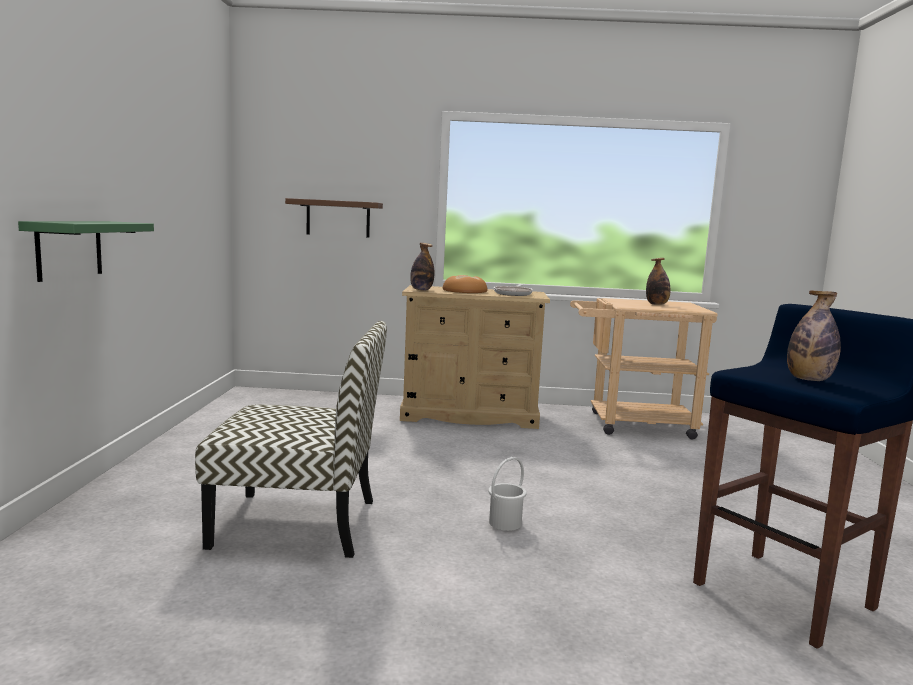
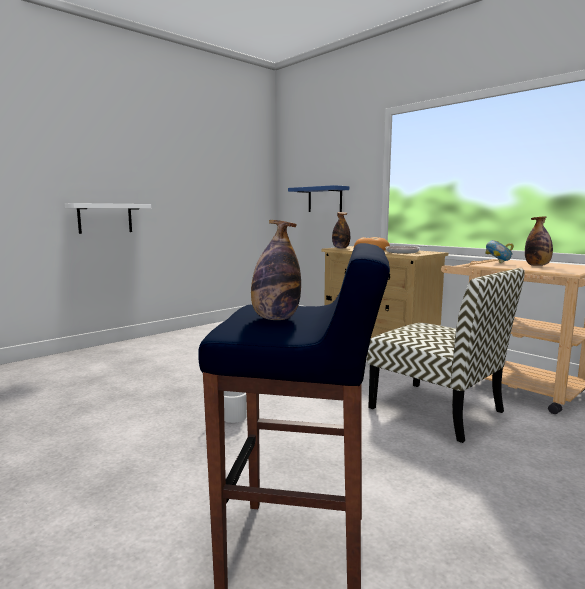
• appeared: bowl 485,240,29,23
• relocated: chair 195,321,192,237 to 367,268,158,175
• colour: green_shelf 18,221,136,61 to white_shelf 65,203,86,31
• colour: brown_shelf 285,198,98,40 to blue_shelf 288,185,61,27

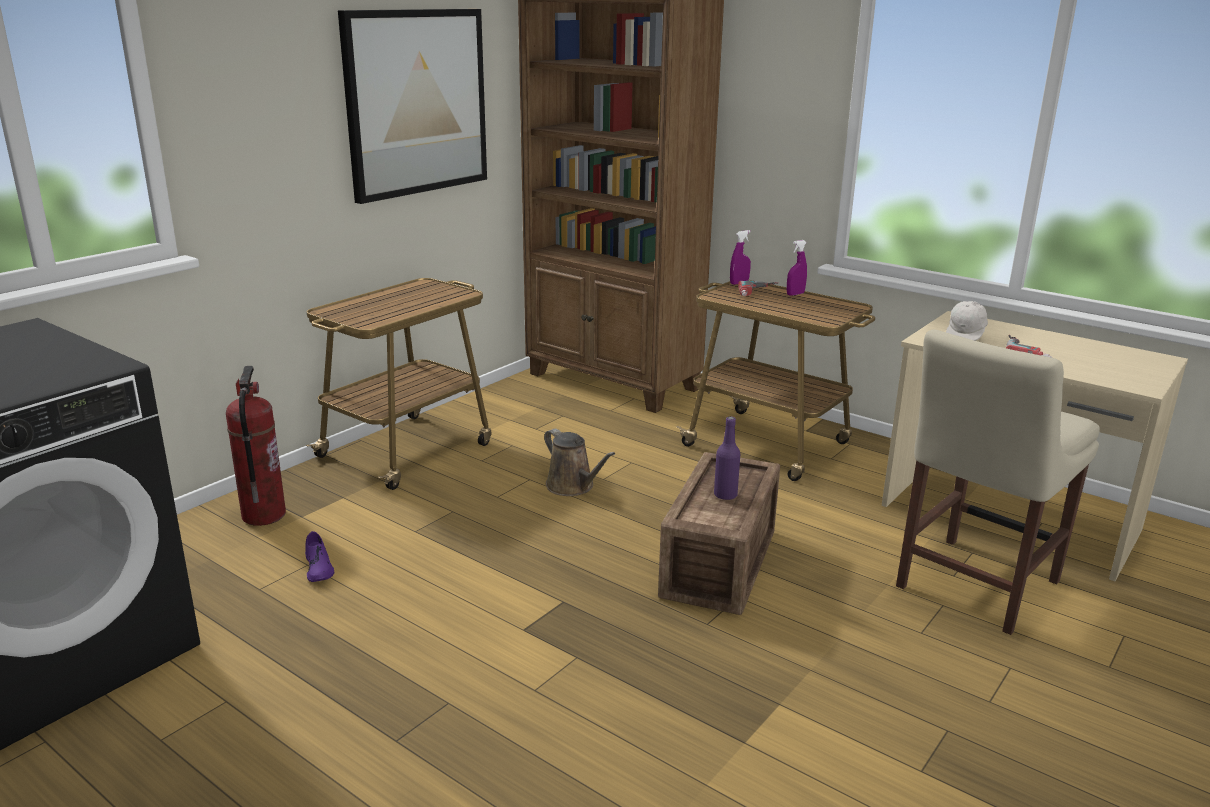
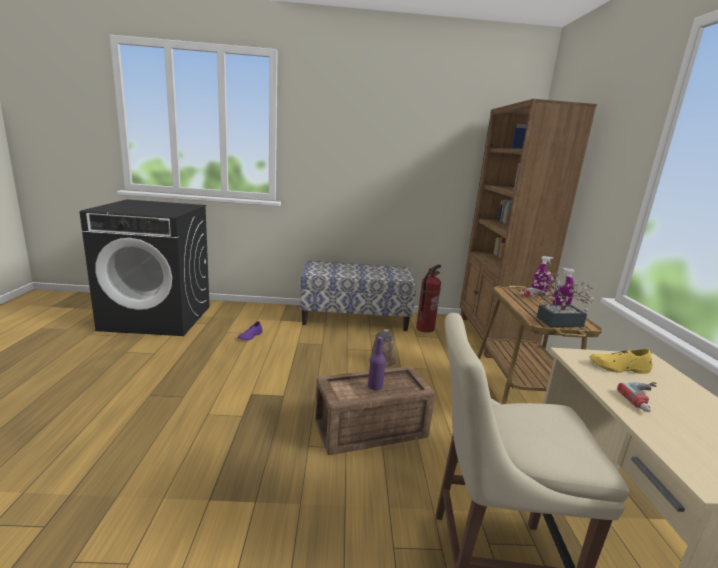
• missing: picture 338,9,149,195
• appeared: potted_plant 531,269,63,58
• relocated: fire_extinguisher 226,366,60,160 to 416,264,25,69
• exchanged: cart 306,278,185,212 to bench 300,261,116,70
• exchanged: white_cap 946,301,42,40 to yellow_shoe 589,349,64,25

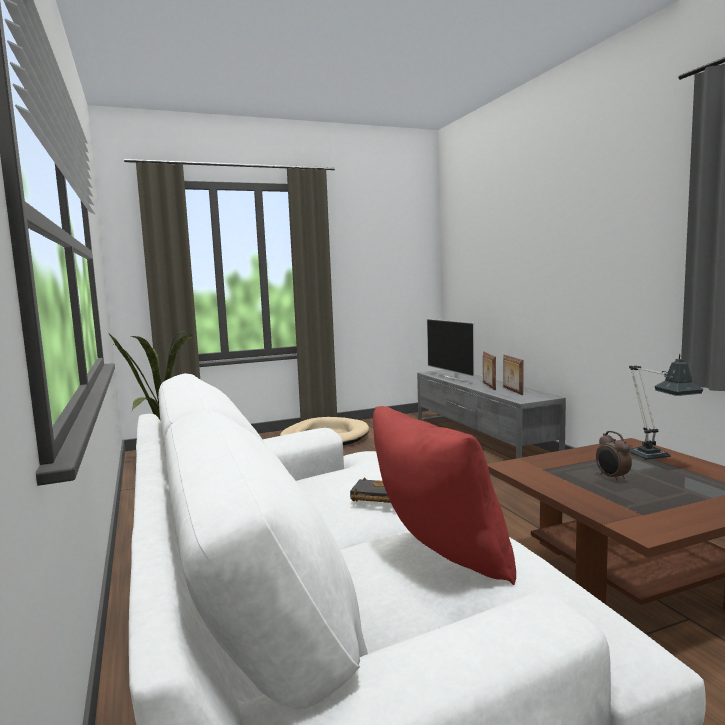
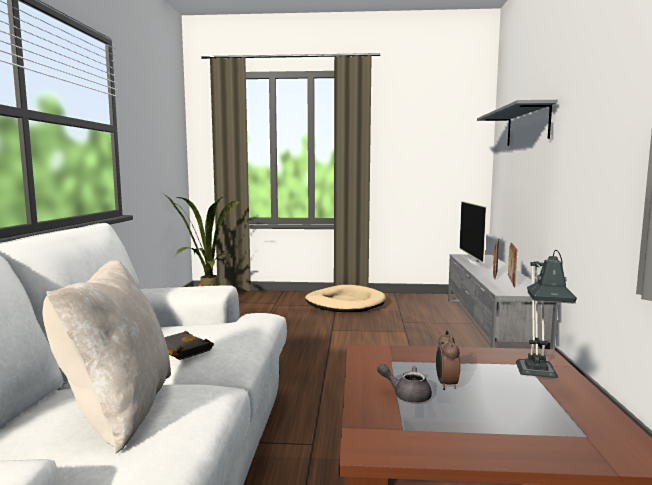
• appeared: grey_teapot 377,364,55,39
• appeared: grey_shelf 477,100,81,46
• colour: red_pillow 373,406,143,179 to beige_pillow 42,260,129,194

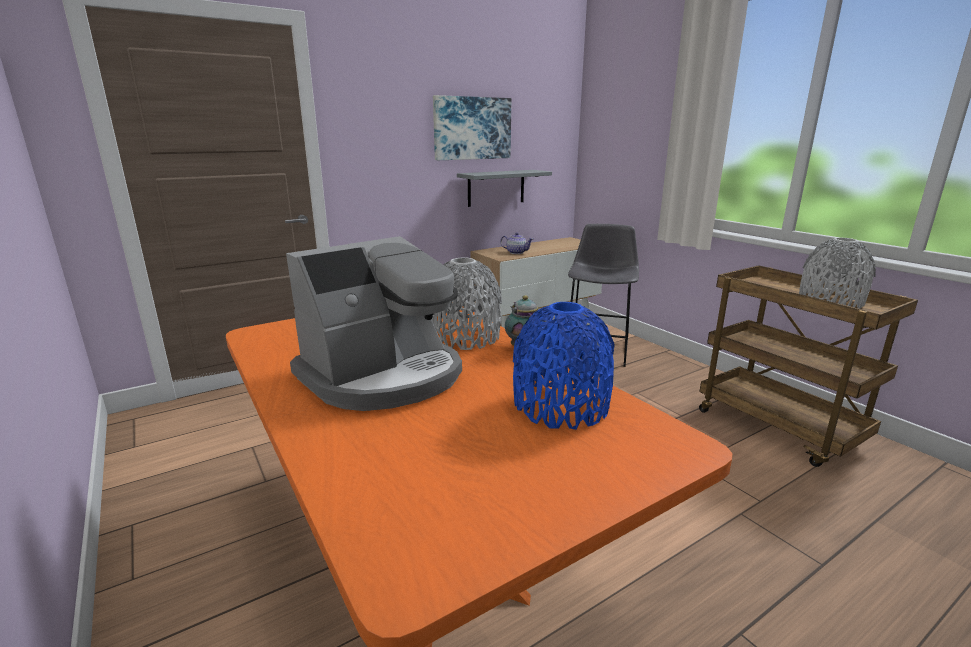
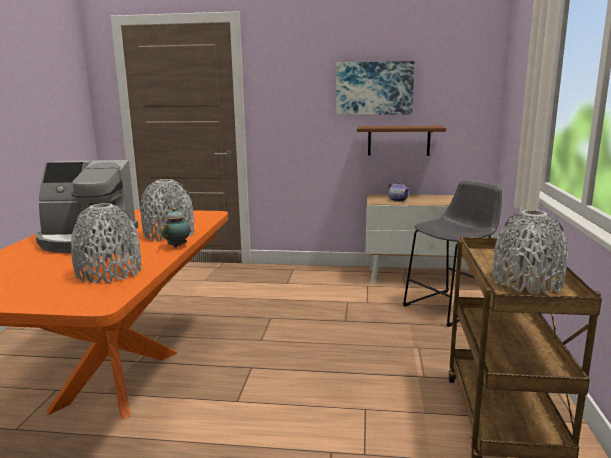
• colour: grey_shelf 457,170,95,37 to brown_shelf 357,126,89,30
• colour: blue_vase 513,302,102,128 to grey_vase 71,203,70,80

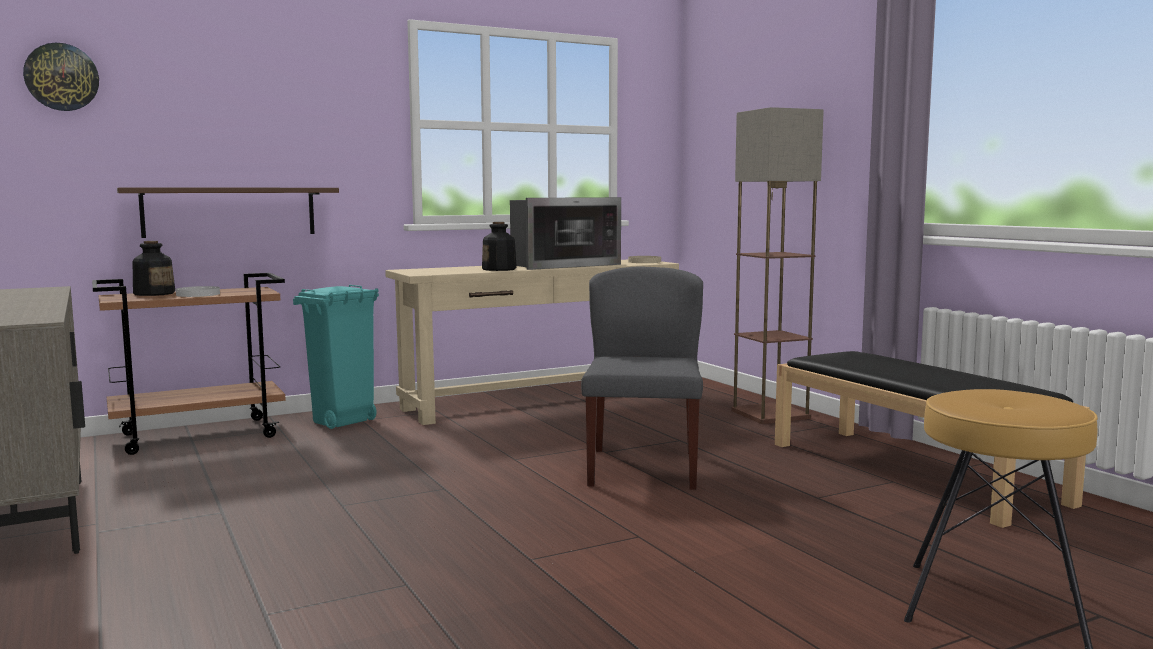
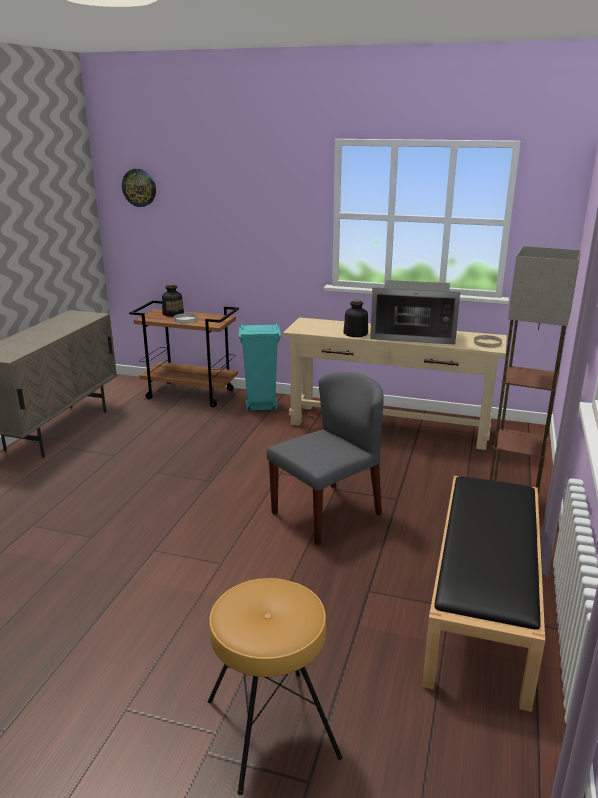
• missing: brown_shelf 117,188,222,50

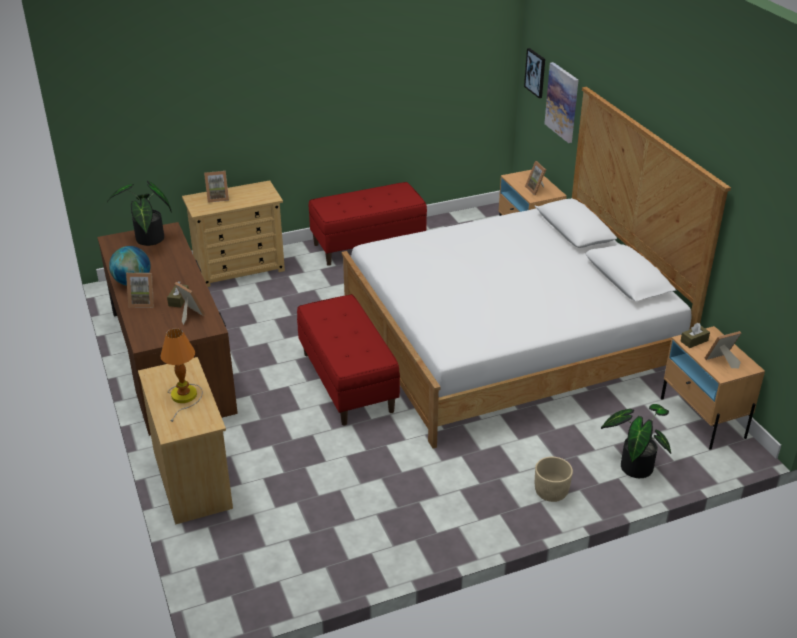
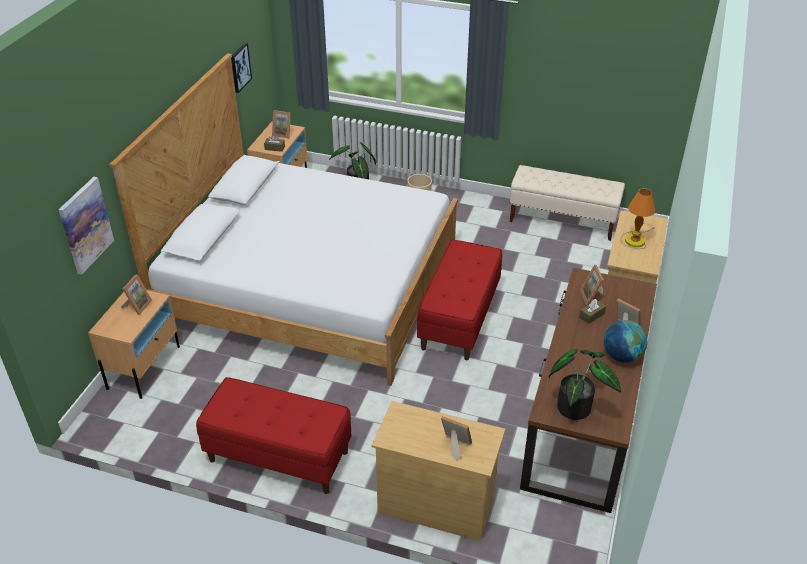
• appeared: beige_bench 509,165,116,76
• relocated: picture 524,48,21,50 to 231,43,21,50

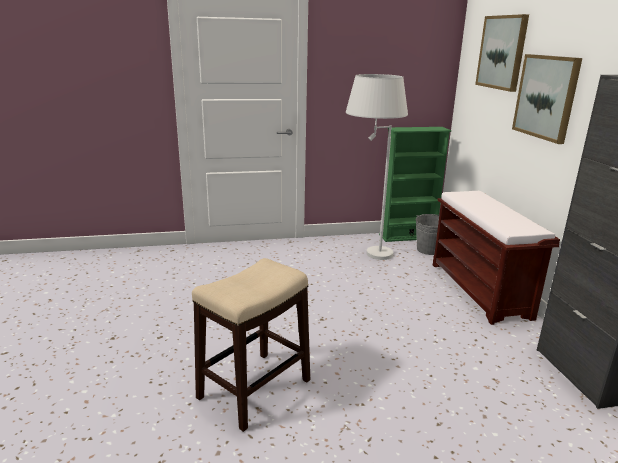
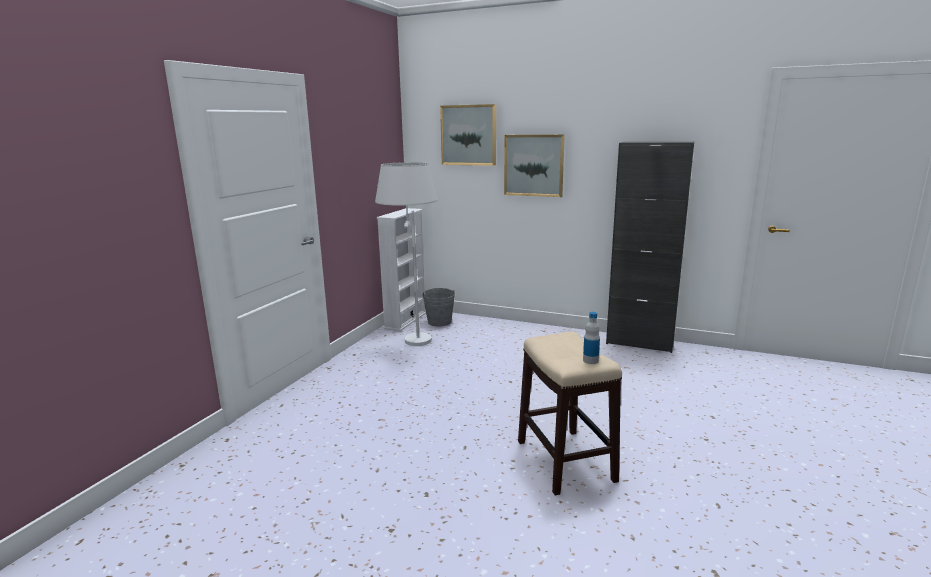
• missing: brown_bench 433,191,127,134
• appeared: bottle 583,312,17,52
• colour: green_bookcase 379,127,72,115 to white_bookcase 377,208,49,123

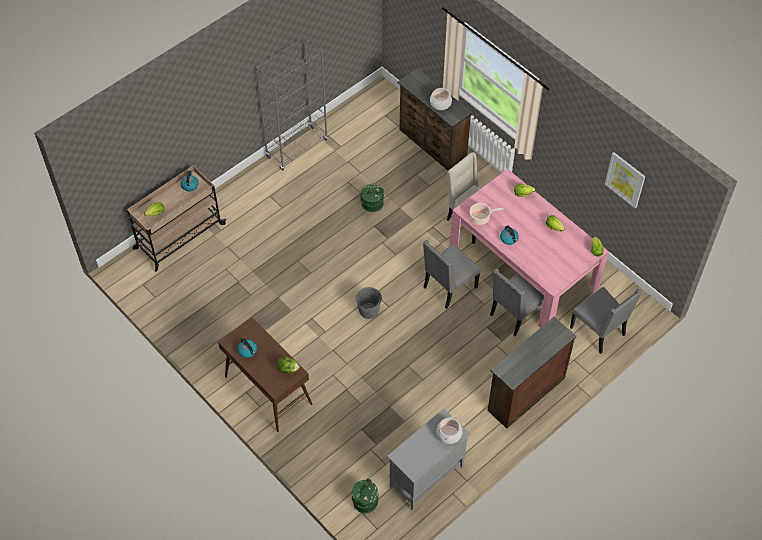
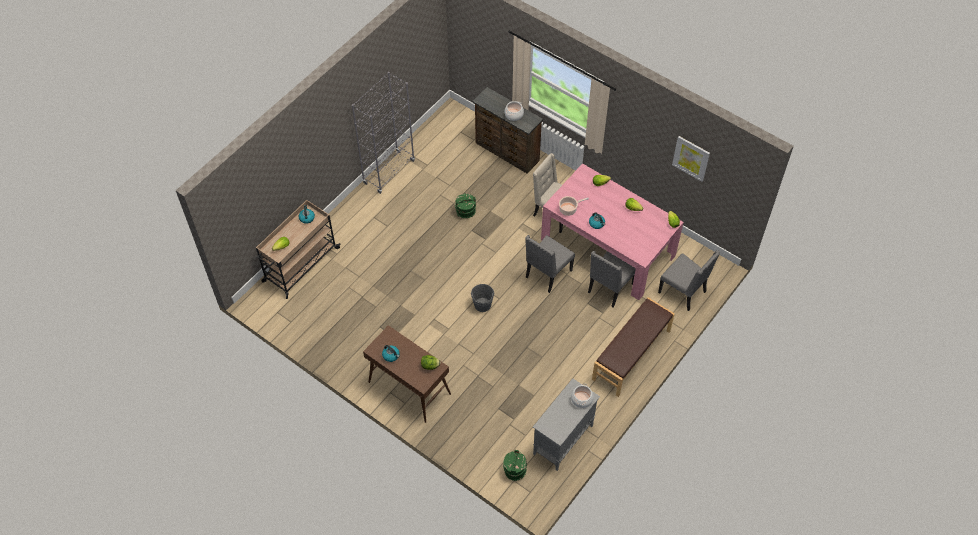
• exchanged: brown_dresser 488,317,89,112 to brown_bench 592,297,83,100

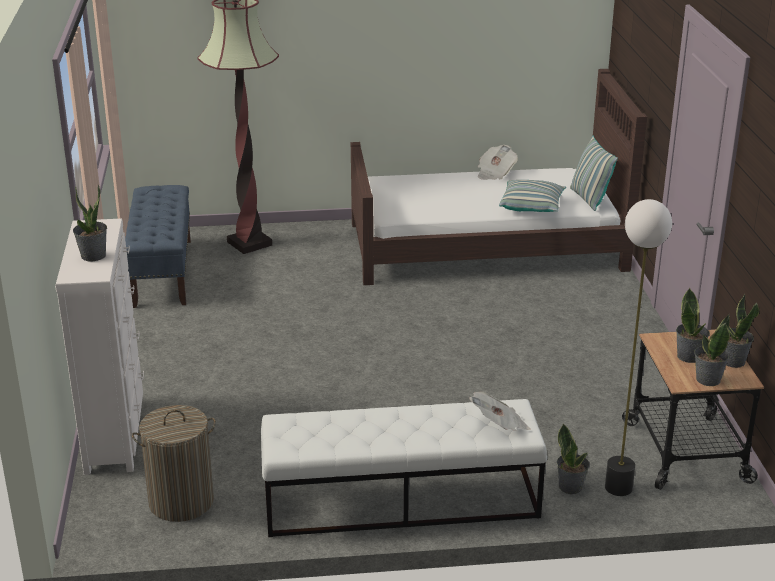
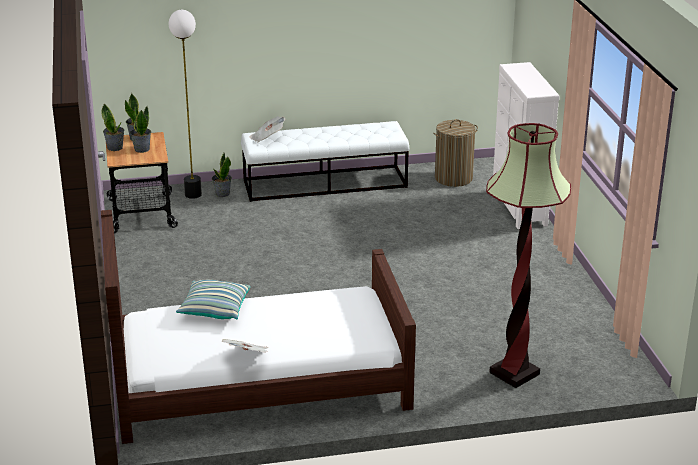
• missing: potted_plant 73,185,34,76
• missing: blue_bench 125,185,66,123
• missing: pillow 570,136,48,75

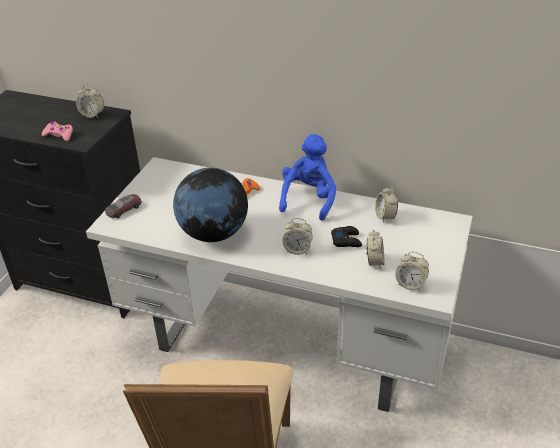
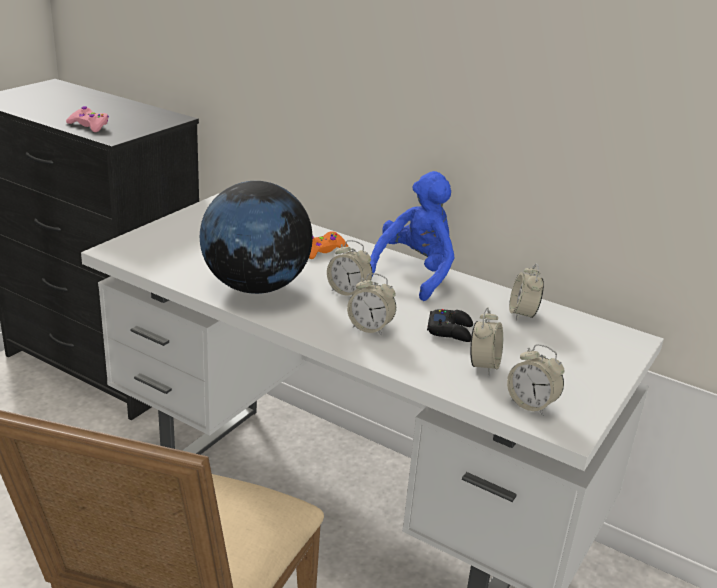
• missing: toy_car 105,194,37,24
• relocated: alarm_clock 76,84,28,34 to 327,240,45,55

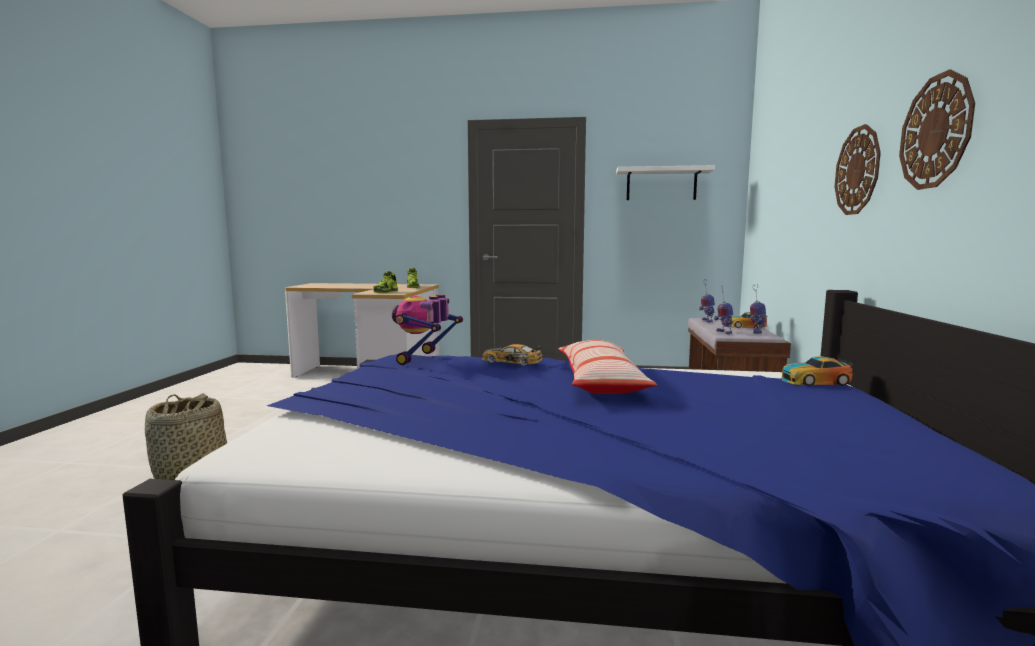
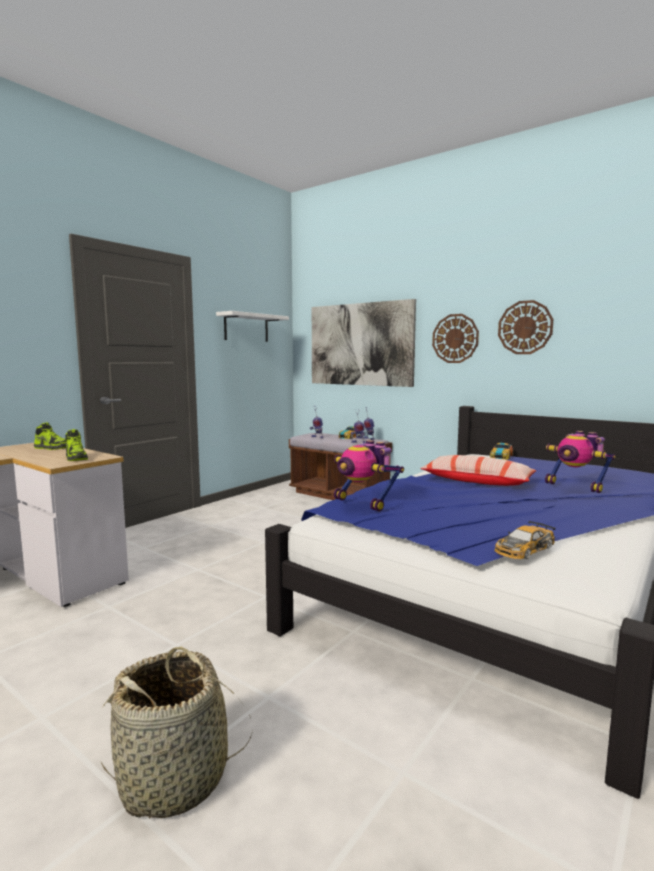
• appeared: picture 312,299,104,88
• appeared: toy_robot 545,431,71,62
• relocated: toy_car 482,344,61,22 to 494,521,62,38

